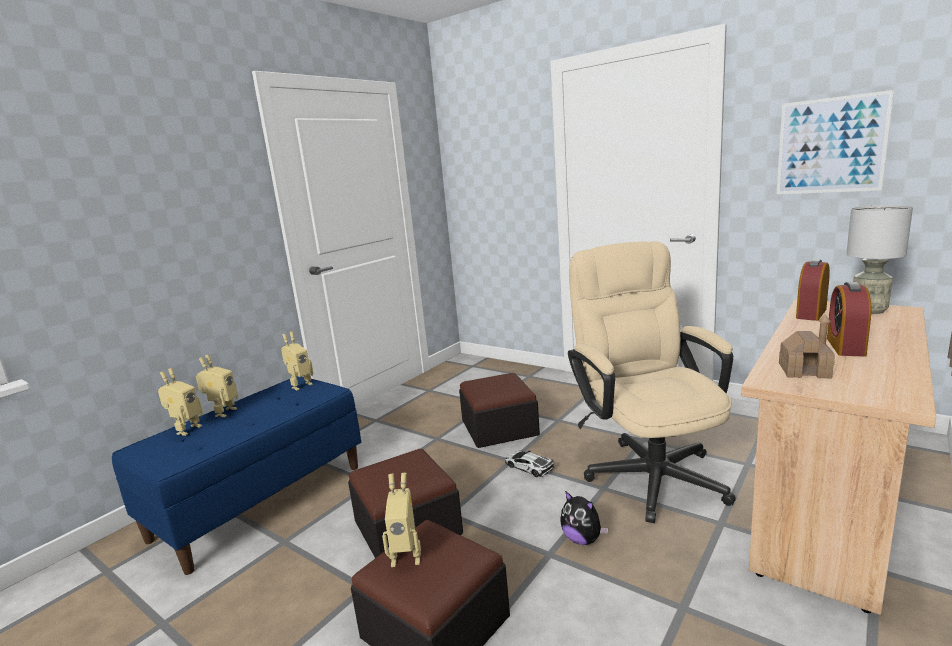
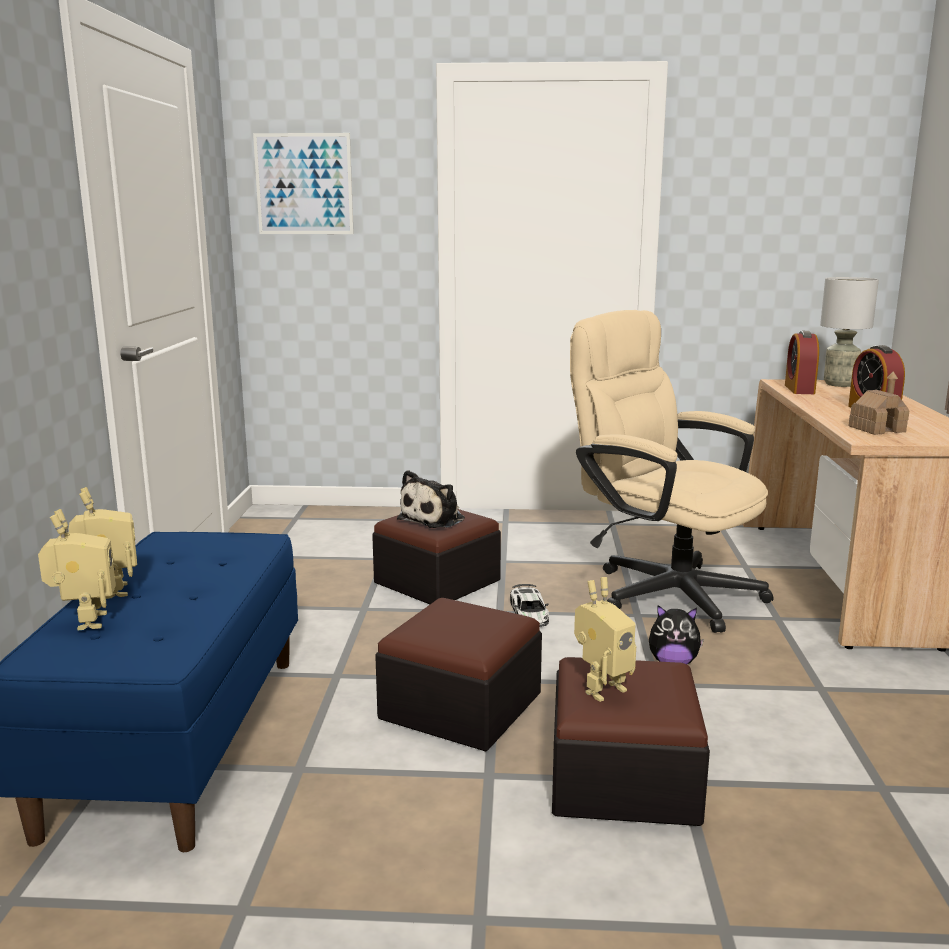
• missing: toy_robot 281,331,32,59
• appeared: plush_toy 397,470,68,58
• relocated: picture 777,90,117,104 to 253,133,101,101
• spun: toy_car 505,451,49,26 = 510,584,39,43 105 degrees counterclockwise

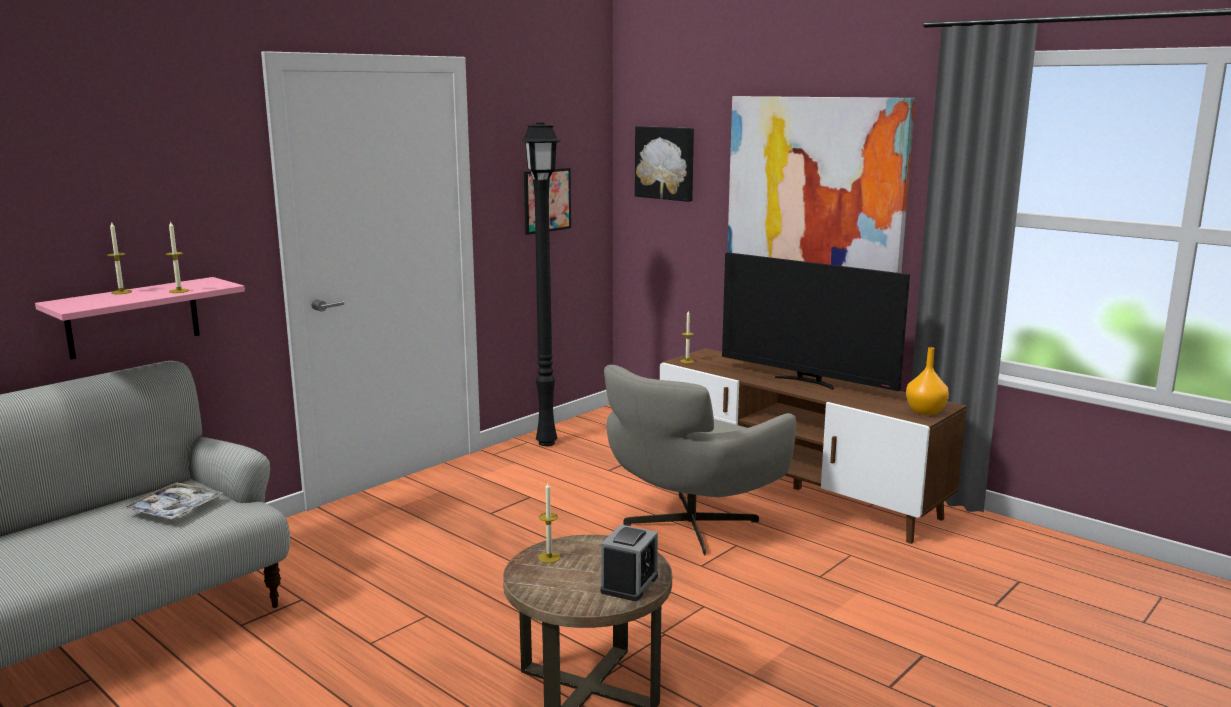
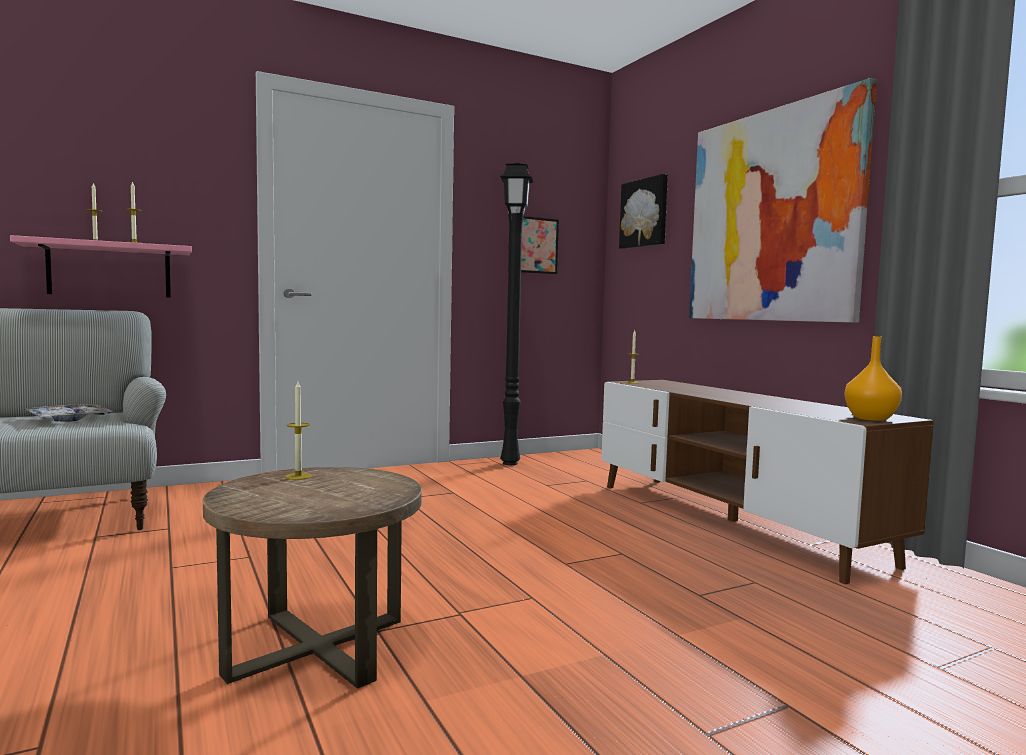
• missing: alarm_clock 600,525,58,76
• missing: grey_armchair 604,365,192,191
• missing: television 722,252,188,139

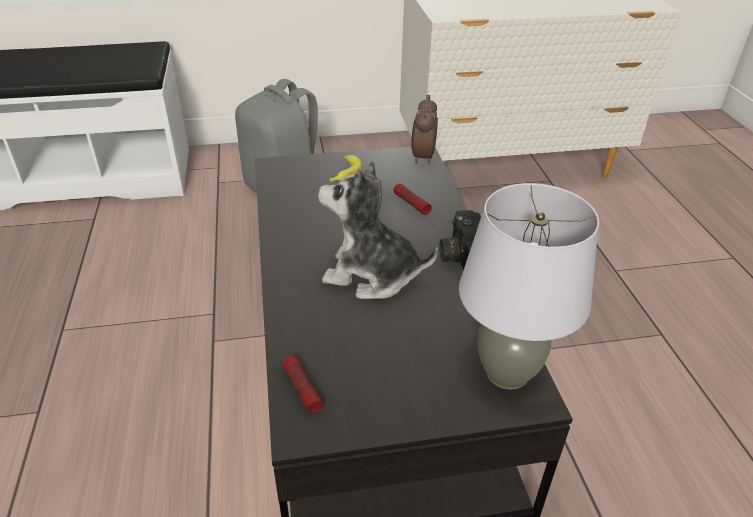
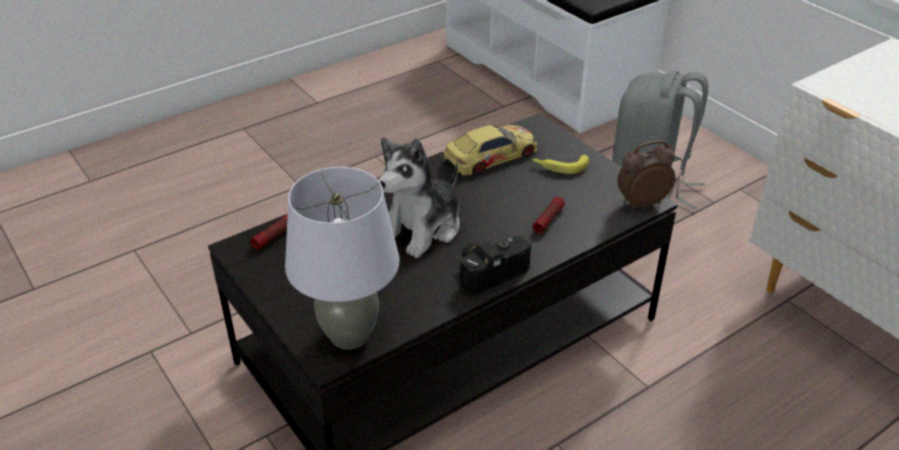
• appeared: toy_car 443,124,94,51
• spun: plush_toy 318,161,120,138 = 378,137,82,121 135 degrees counterclockwise

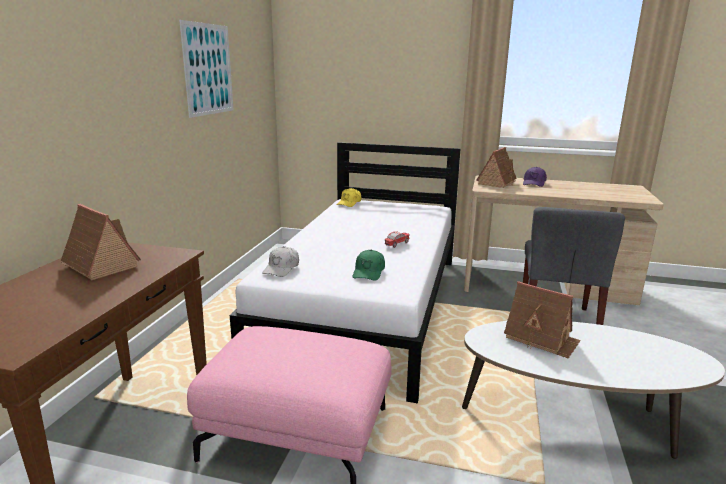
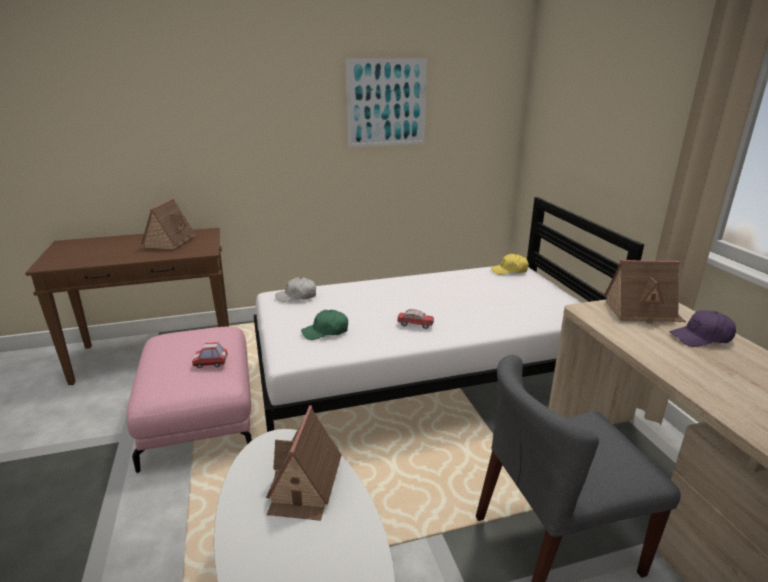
• appeared: toy_car 192,342,36,26

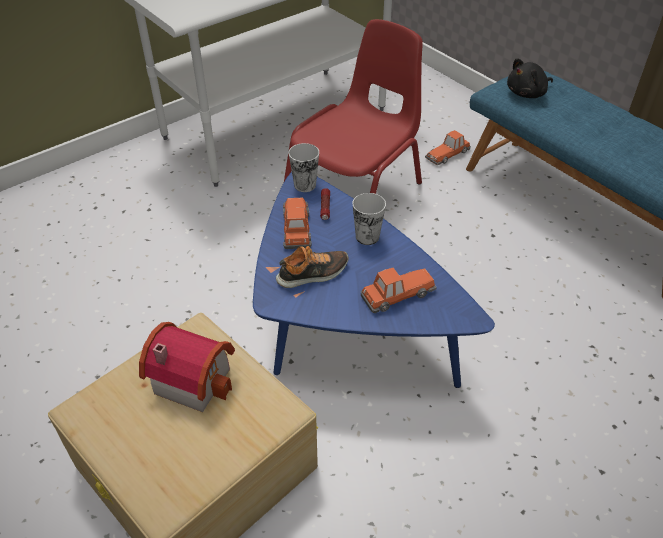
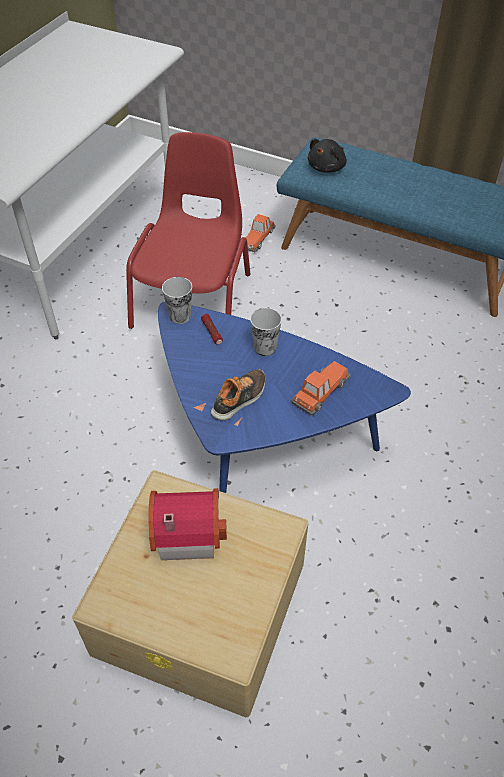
• missing: toy_car 283,198,29,51

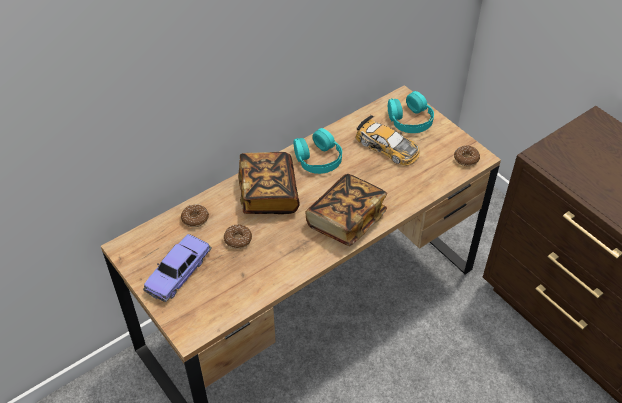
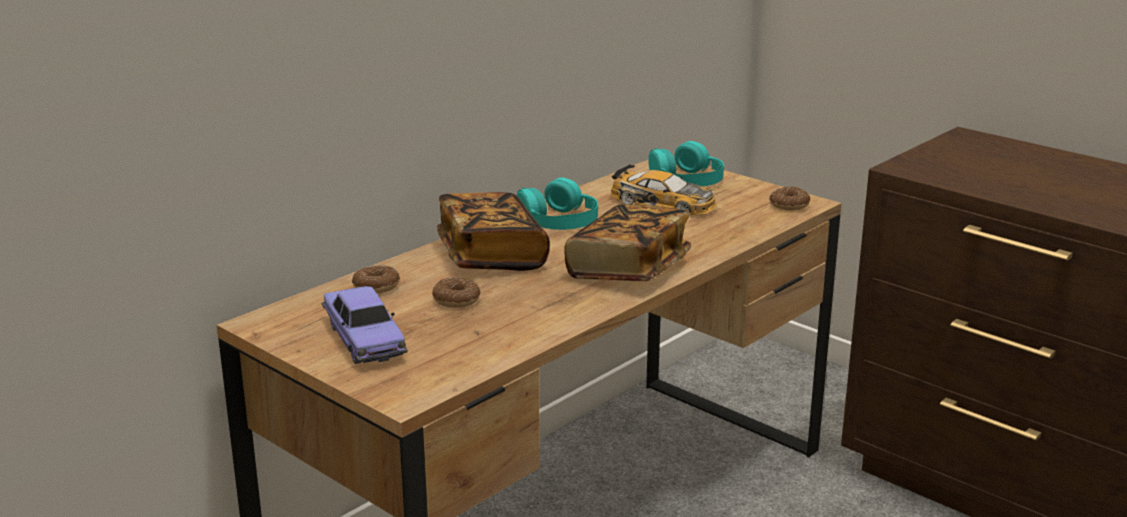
• spun: toy_car 143,234,69,68 = 322,286,86,78 45 degrees counterclockwise

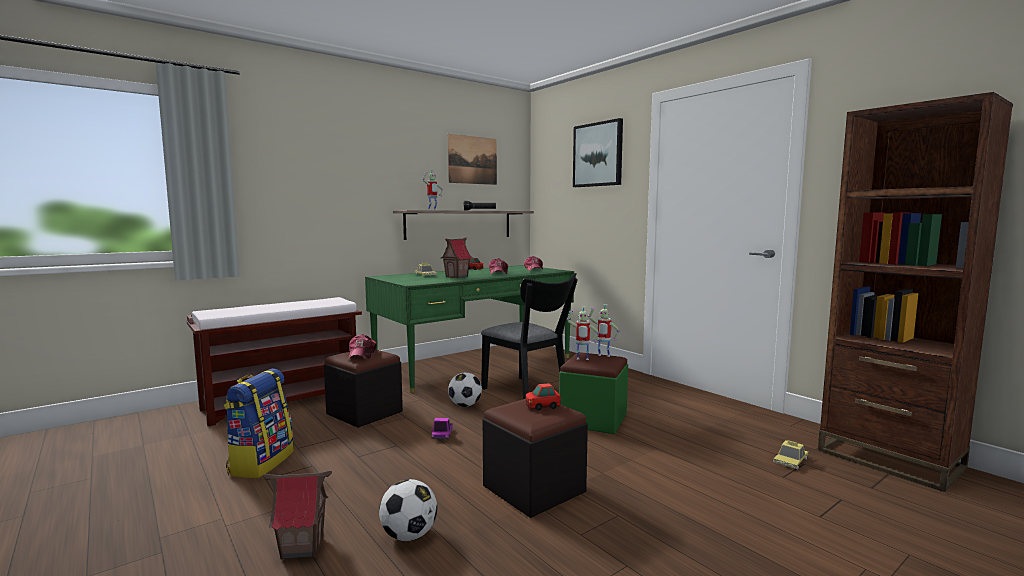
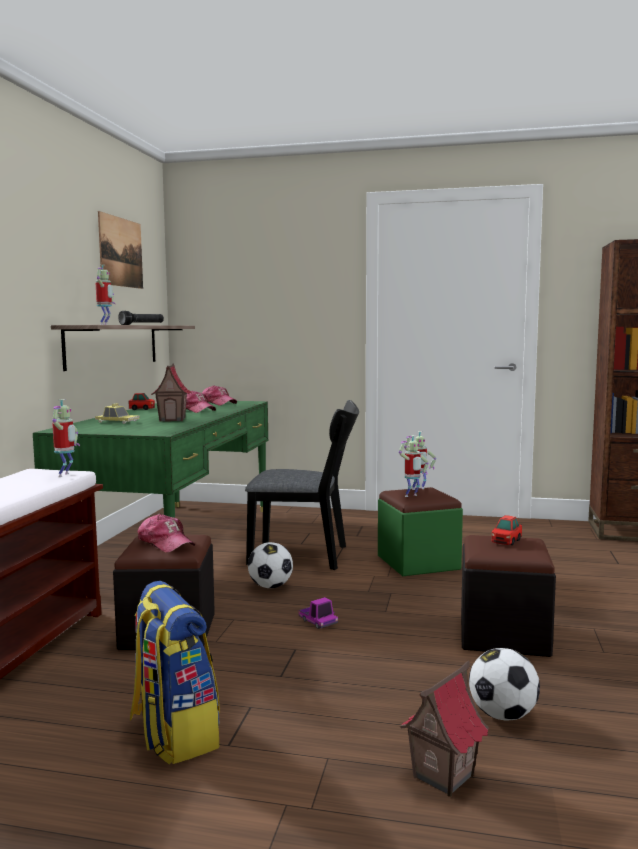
• missing: picture 573,118,50,69
• missing: toy_car 773,440,35,30
• appeared: toy_robot 52,399,28,78

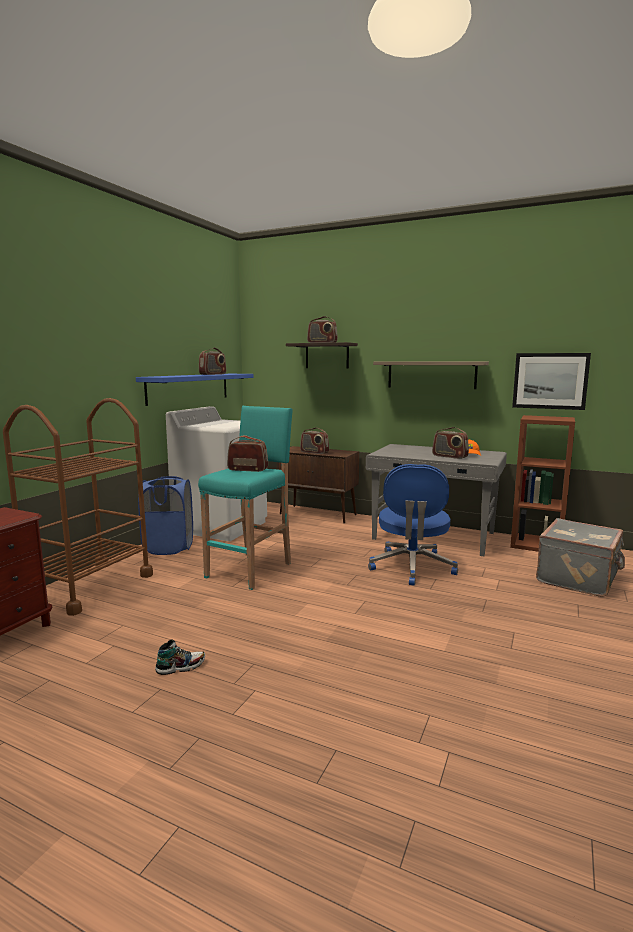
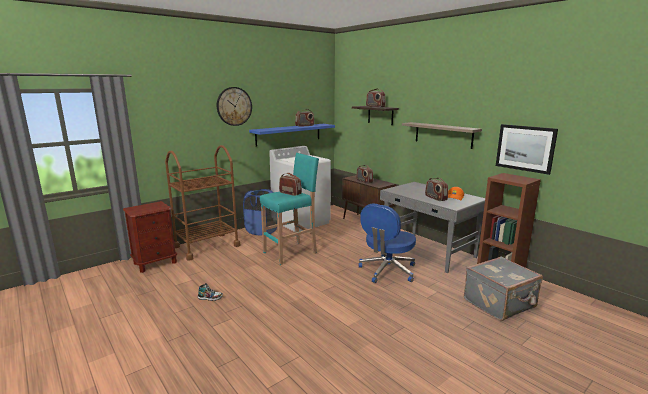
• appeared: wall_clock 217,87,35,39

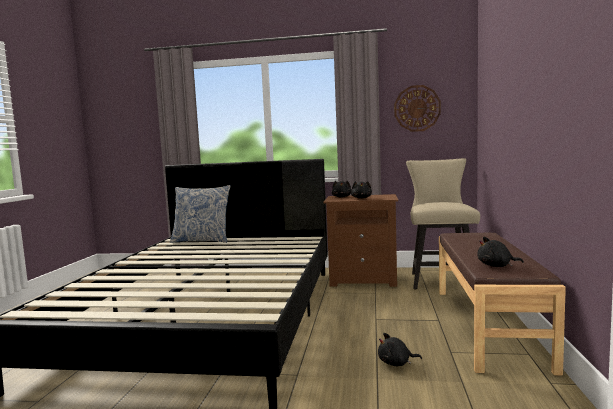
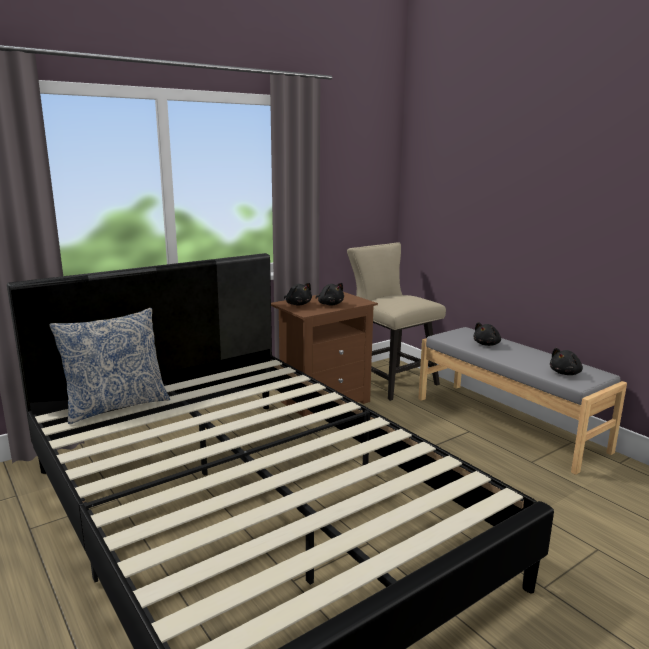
• missing: wall_clock 394,85,47,47
• relocated: black_plush_toy 378,333,44,33 to 473,322,28,24
• colour: brown_bench 439,233,127,143 to grey_bench 418,327,209,148

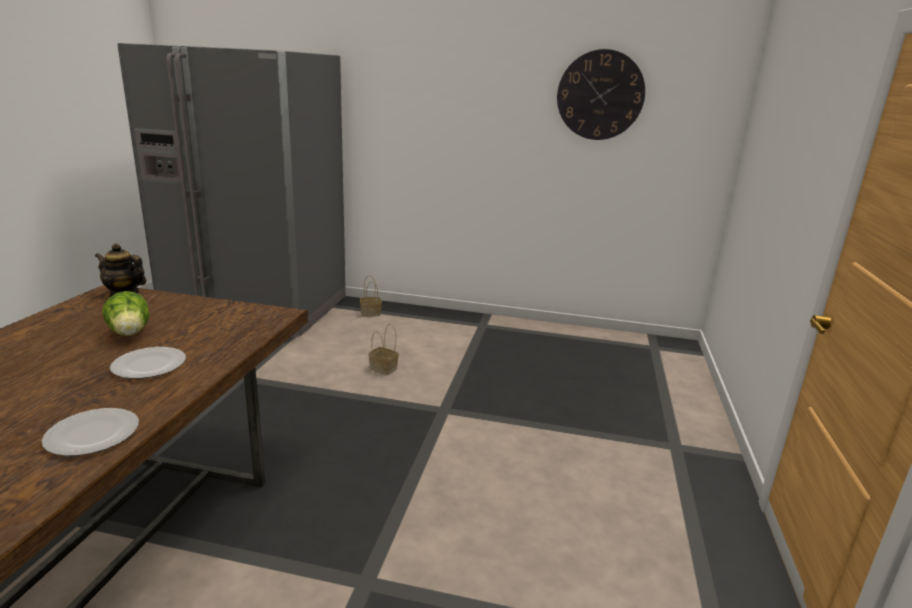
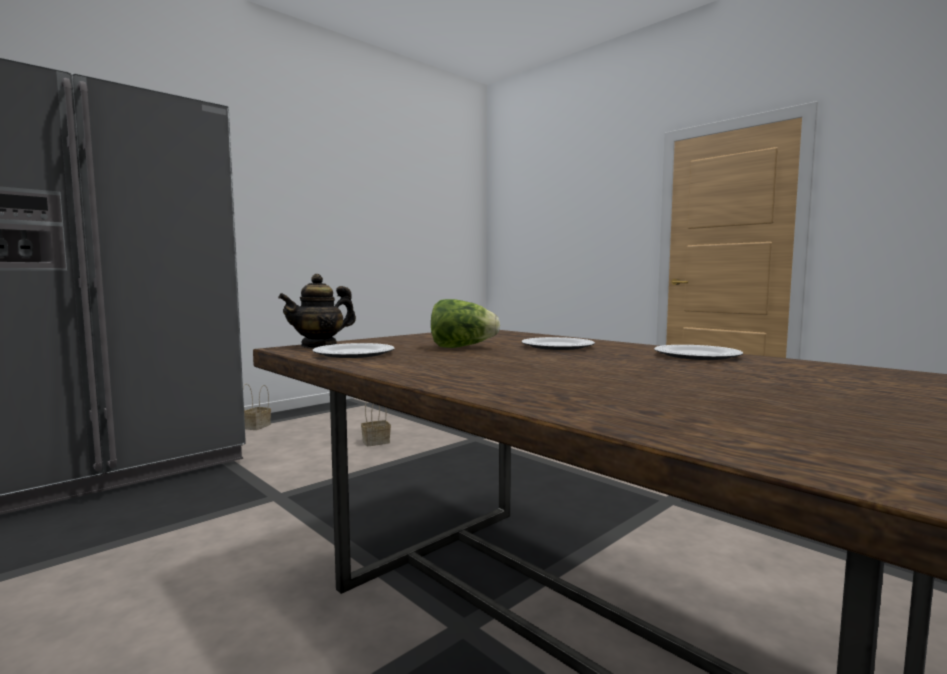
• missing: wall_clock 557,49,88,91
• appeared: plate 312,343,83,15

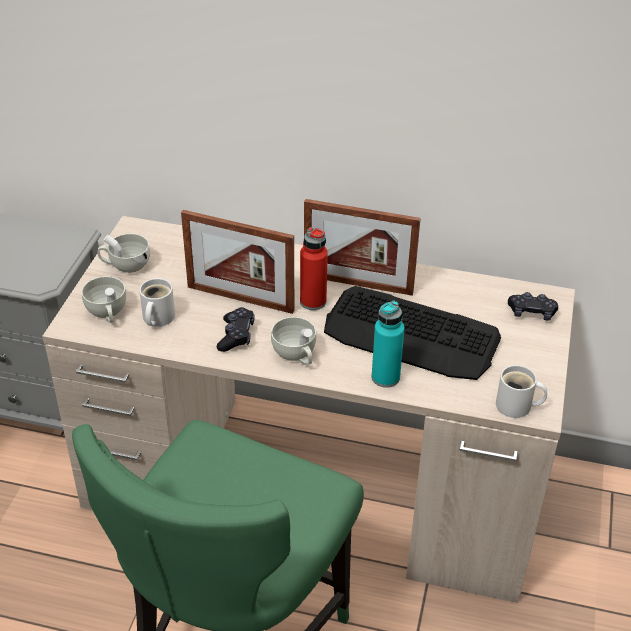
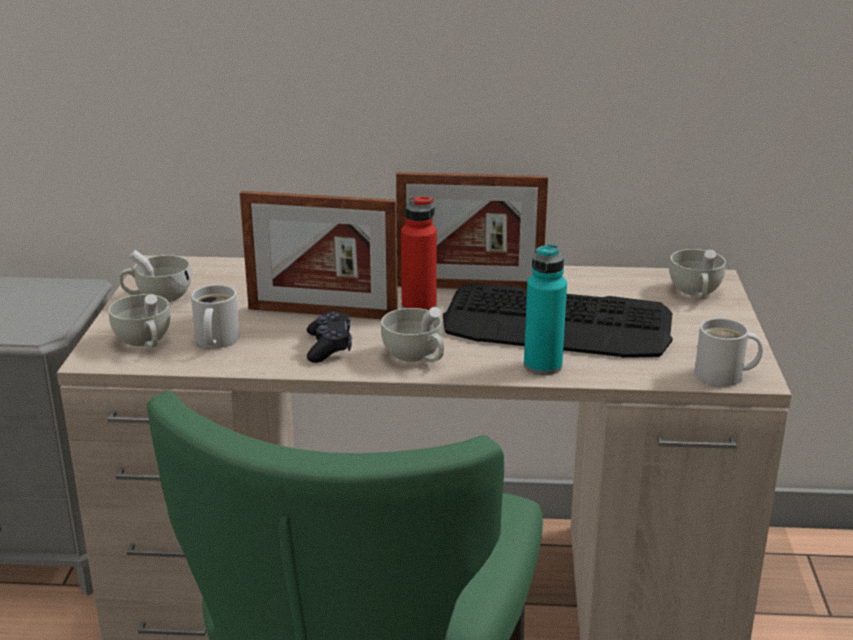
• exchanged: black_game_controller 508,292,50,29 to white_cup 669,249,57,49

